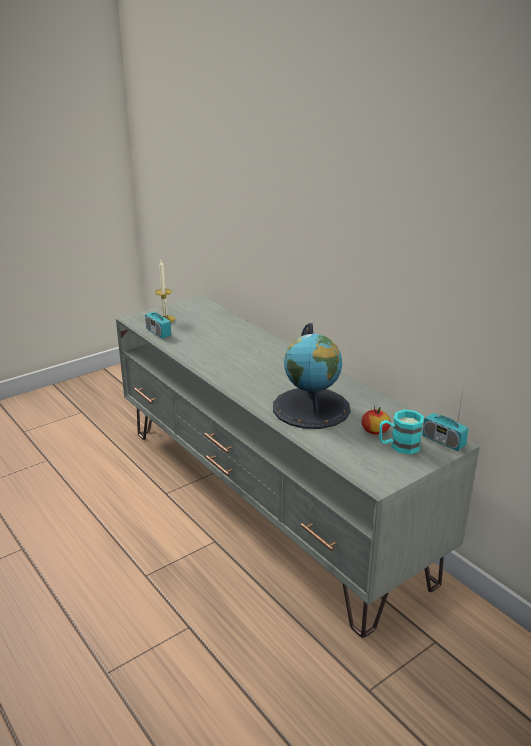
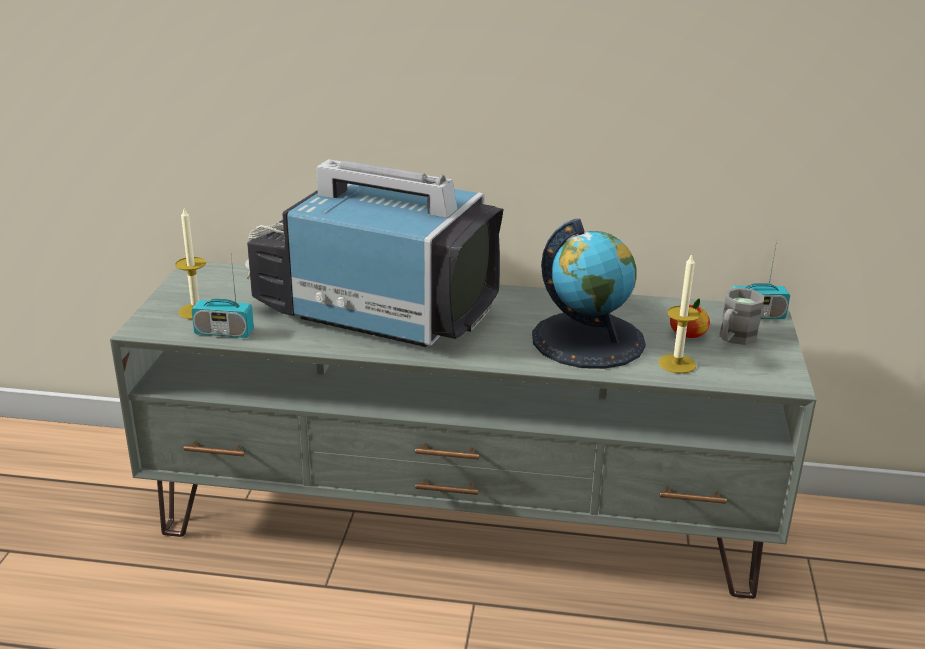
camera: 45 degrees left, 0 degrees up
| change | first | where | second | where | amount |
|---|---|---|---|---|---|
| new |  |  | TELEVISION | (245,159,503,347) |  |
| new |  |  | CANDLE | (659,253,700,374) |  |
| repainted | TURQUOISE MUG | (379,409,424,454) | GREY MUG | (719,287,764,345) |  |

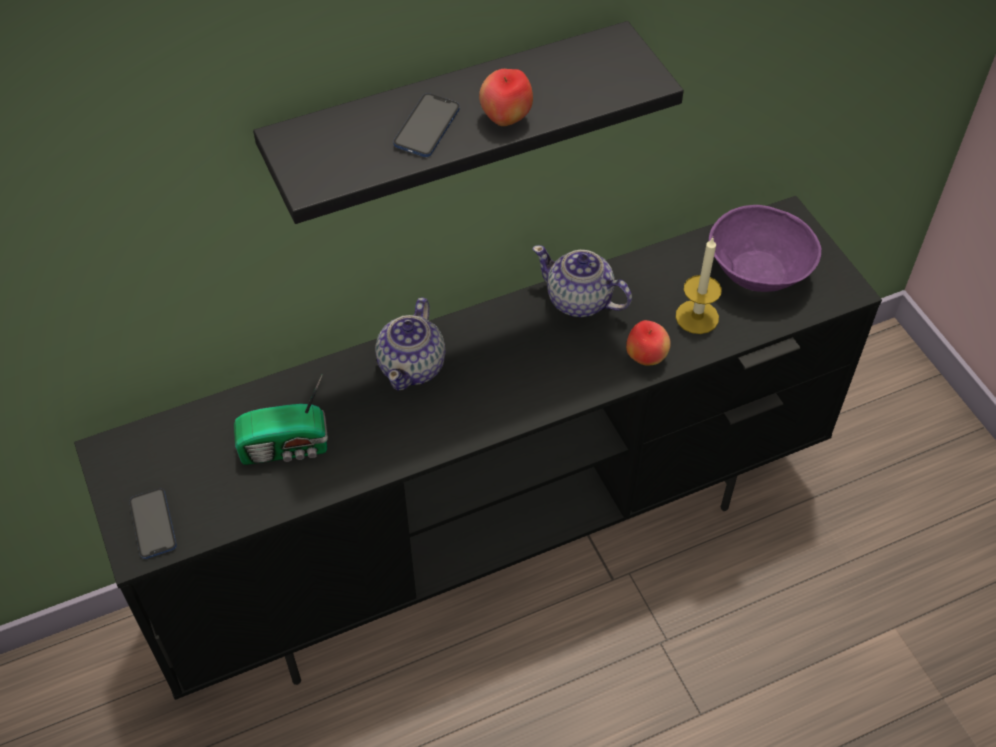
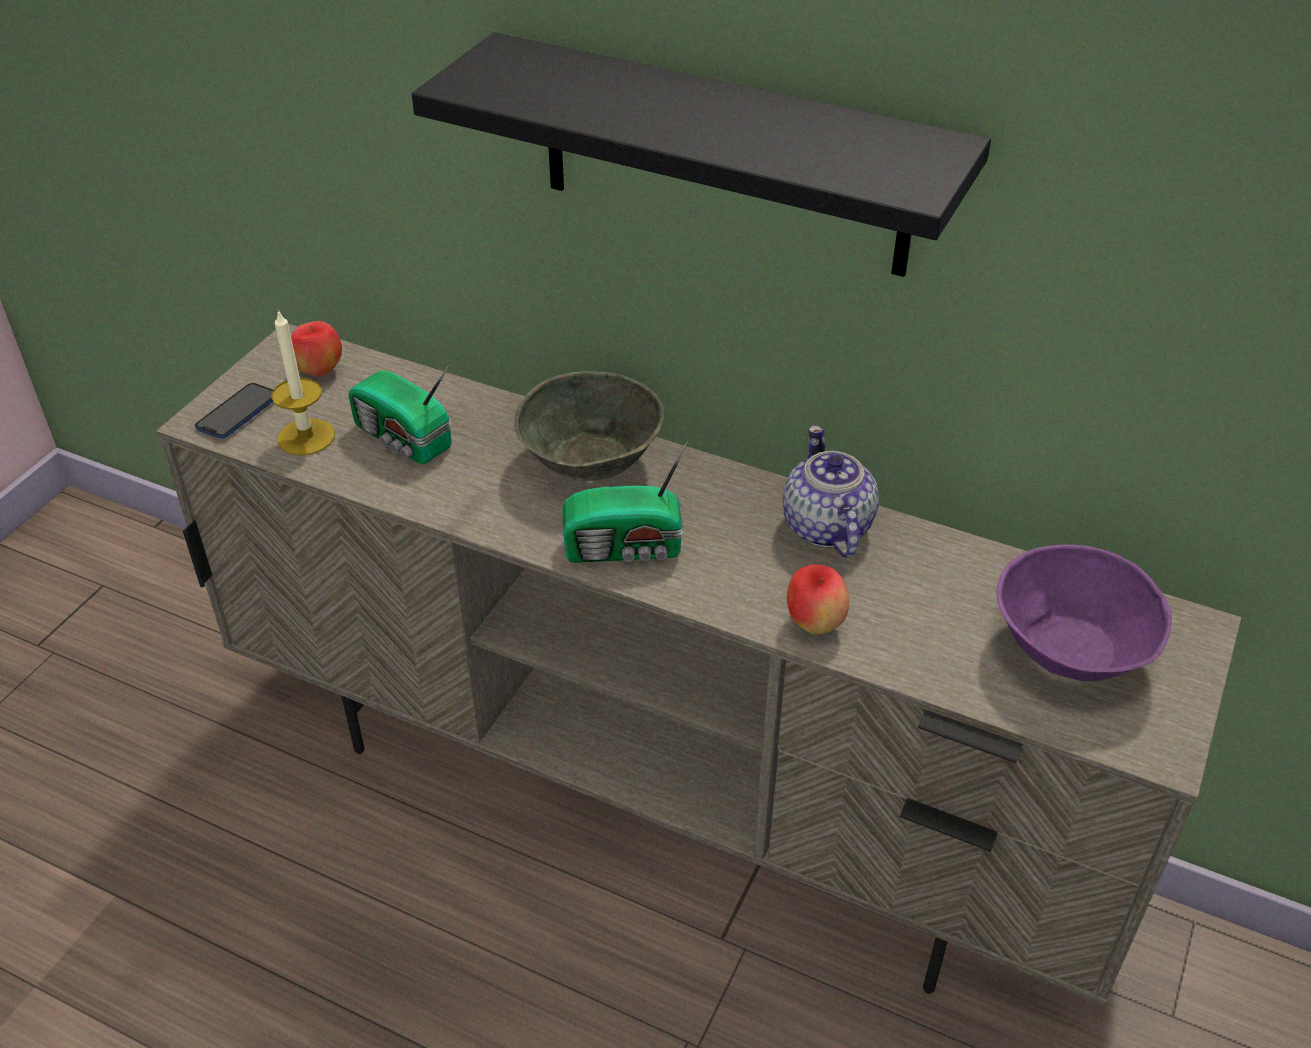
camera: 50 degrees right, 10 degrees down
| change | first | where | second | where | amount |
|---|---|---|---|---|---|
| repainted | BLACK TV STAND | (74,196,882,700) | BEIGE TV STAND | (156,324,1241,1006) |  |
| shifted | CANDLE | (676,237,722,334) |  | (272,309,335,456) |  |
| shifted | APPLE | (479,69,533,126) |  | (291,321,342,376) |  |
| swapped | TEAPOT | (375,297,446,391) | GREY BOWL | (514,371,664,481) |  |
| new |  |  | RADIO | (562,441,688,563) |  |
| gone | PHONE | (393,93,460,157) |  |  |  |

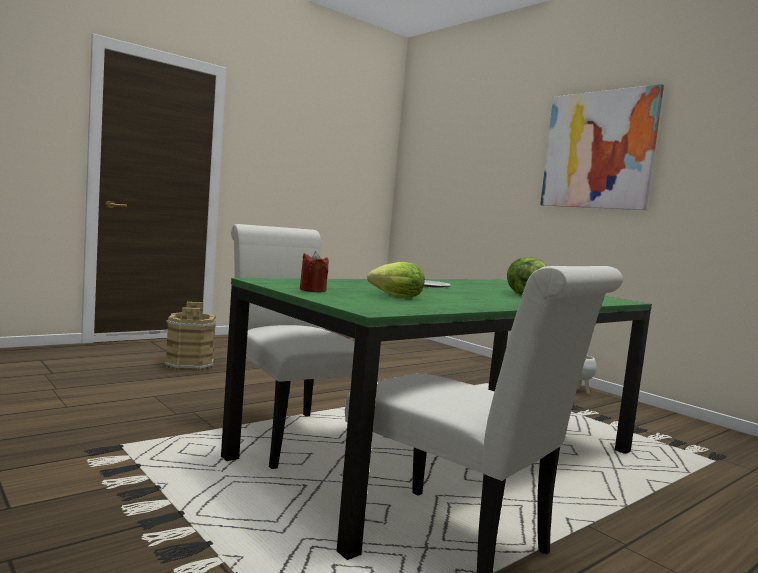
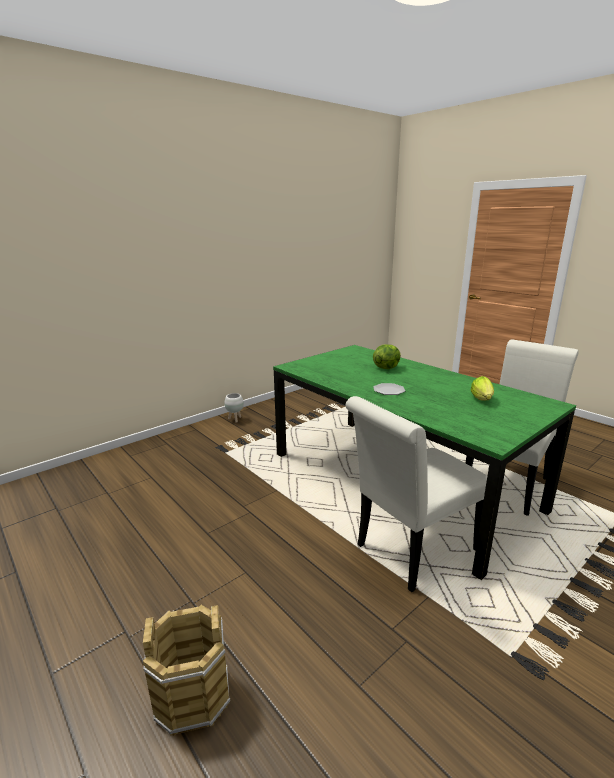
camera: 90 degrees left, 15 degrees up
| change | first | where | second | where | amount |
|---|---|---|---|---|---|
| gone | RED CANDLE | (300,251,329,292) |  |  |  |
| gone | PICTURE | (540,84,664,210) |  |  |  |

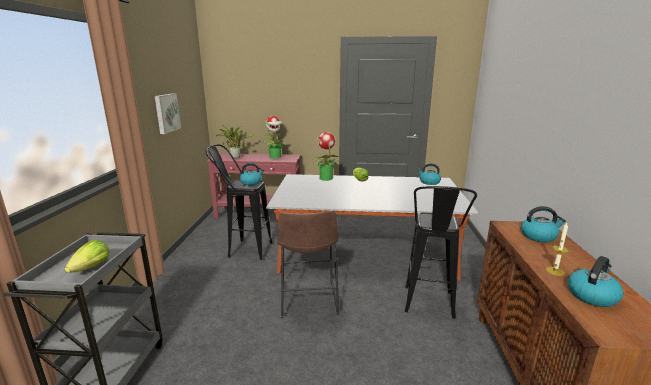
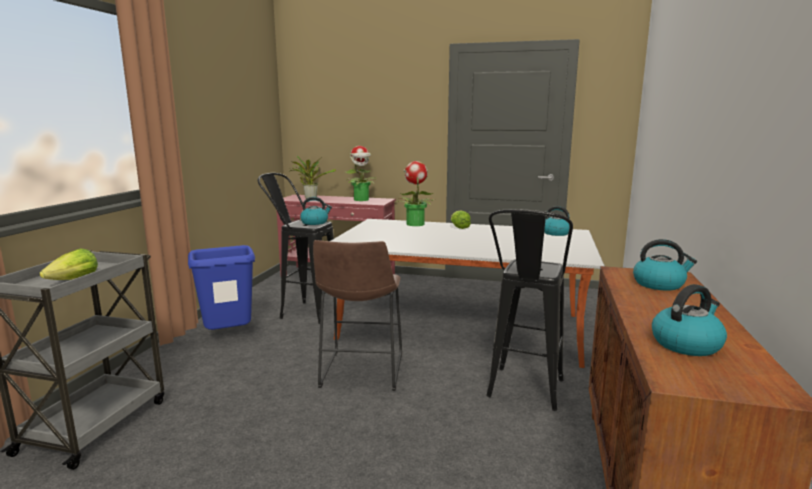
camera: 10 degrees right, 5 degrees down
| change | first | where | second | where | amount |
|---|---|---|---|---|---|
| new |  |  | BLUE TRASH CAN | (188,245,255,330) |  |
| gone | PICTURE | (155,93,181,134) |  |  |  |
| gone | CANDLE | (546,223,569,276) |  |  |  |

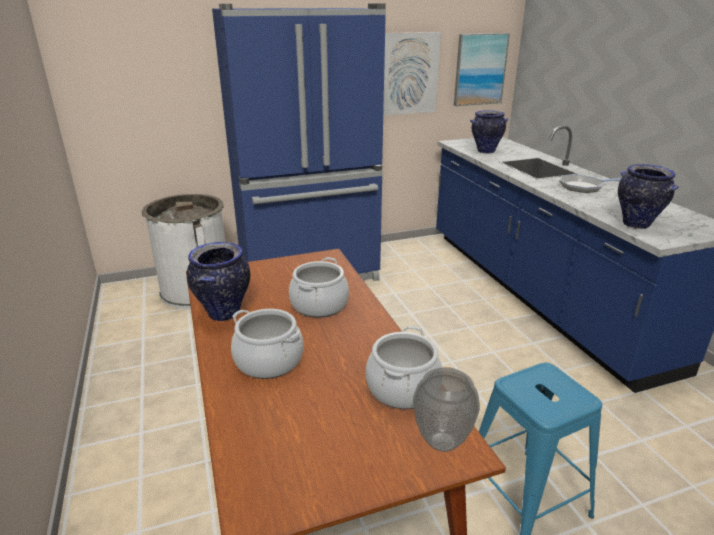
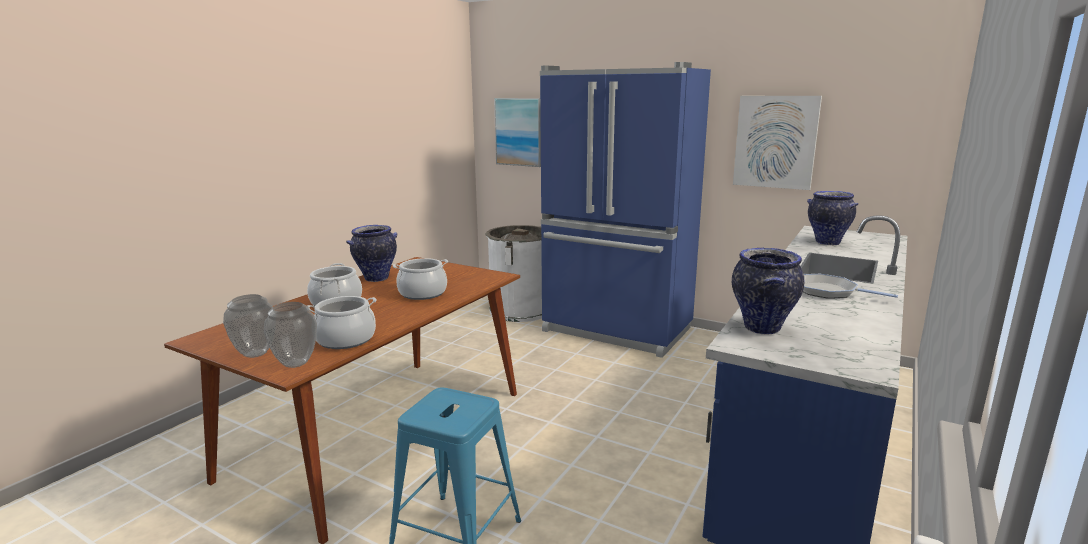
camera: 50 degrees right, 10 degrees down
| change | first | where | second | where | amount |
|---|---|---|---|---|---|
| new |  |  | VASE | (223,294,273,358) |  |
| shifted | PICTURE | (454,33,510,106) |  | (494,98,541,167) |  |

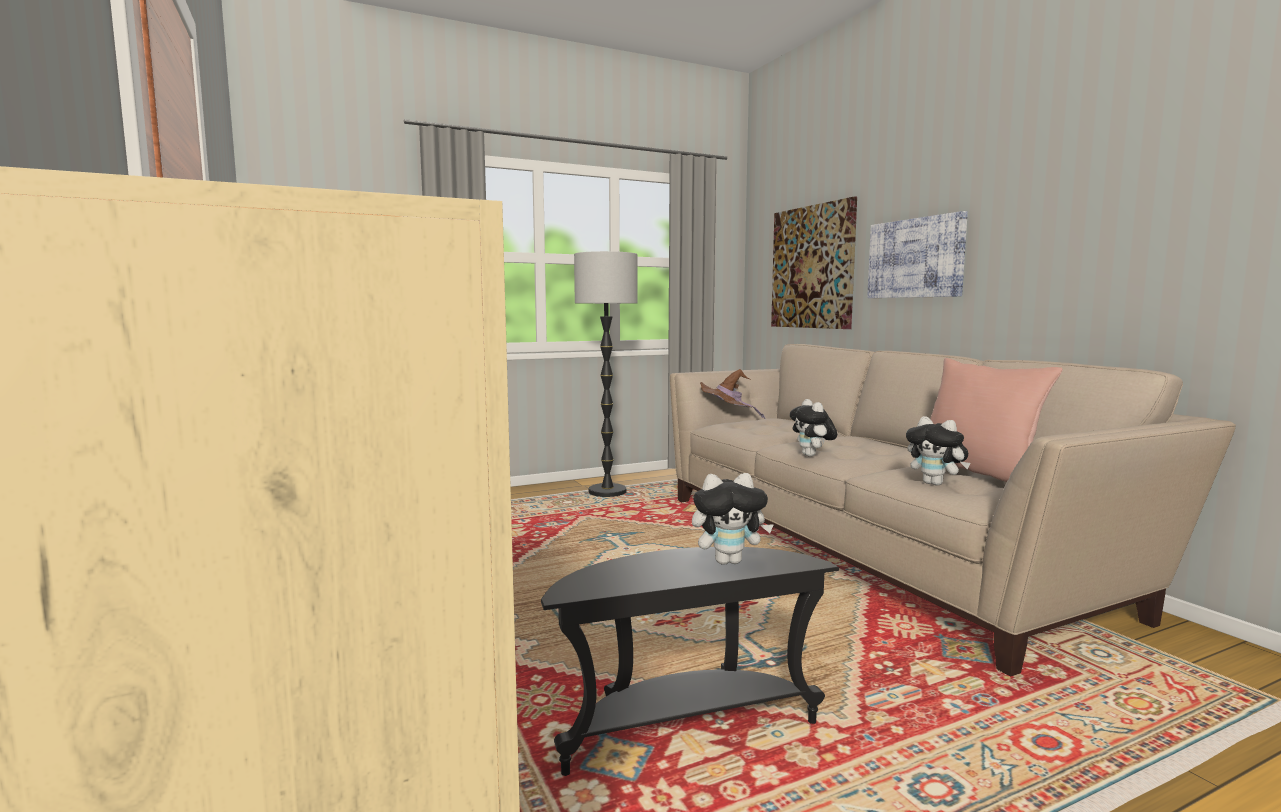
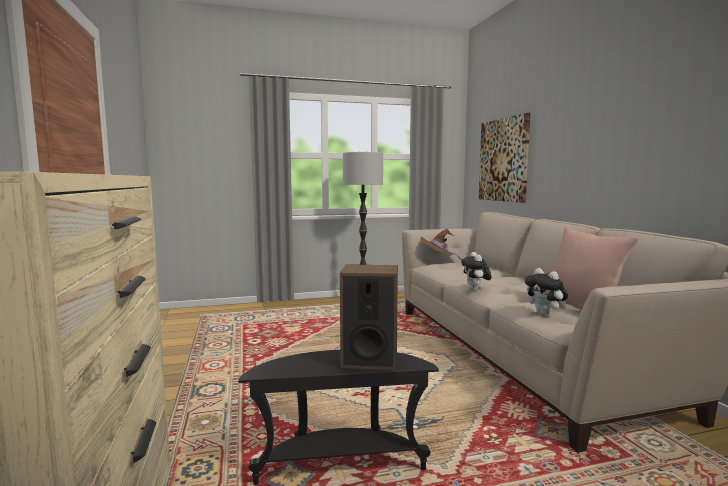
camera: 10 degrees right, 0 degrees up
| change | first | where | second | where | amount |
|---|---|---|---|---|---|
| swapped | PLUSH TOY | (692,473,774,565) | SPEAKER | (340,264,398,370) |  |
| gone | PICTURE | (867,211,968,298) |  |  |  |

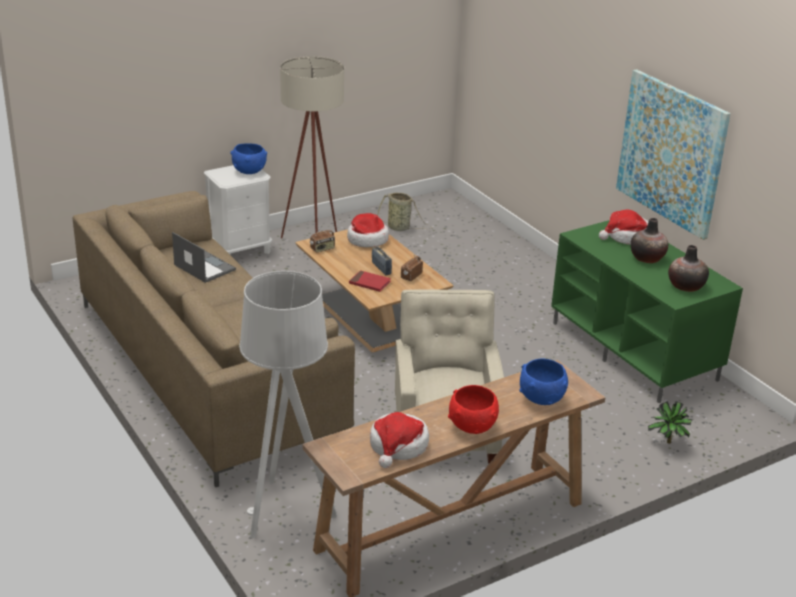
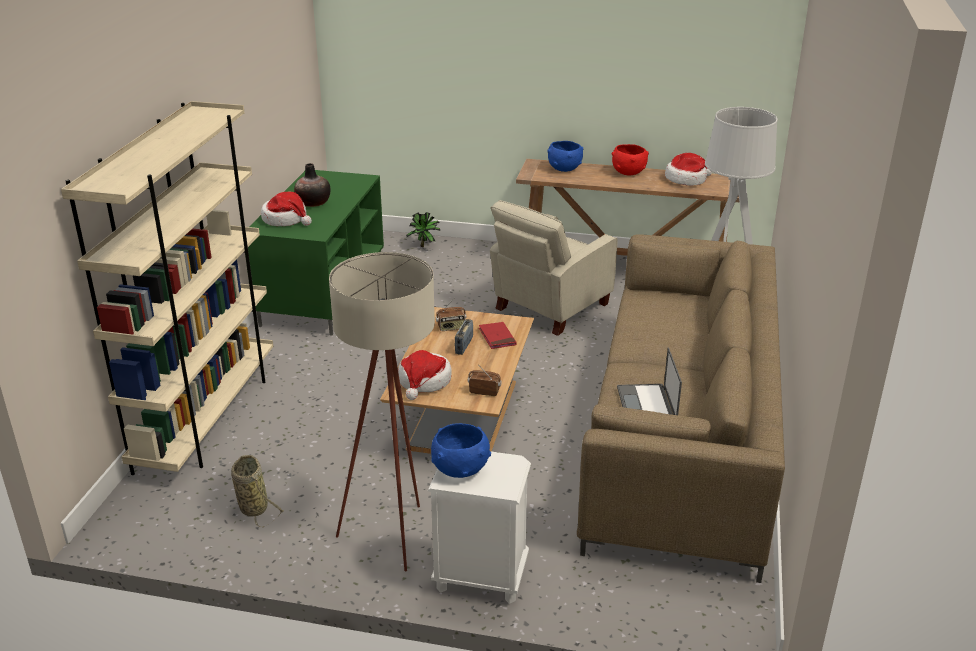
camera: 135 degrees left, 0 degrees up
| change | first | where | second | where | amount |
|---|---|---|---|---|---|
| new |  |  | BEIGE BOOKCASE | (61,101,274,475) |  |
| gone | PICTURE | (616,69,731,240) |  |  |  |
| gone | VASE | (668,245,709,292) |  |  |  |

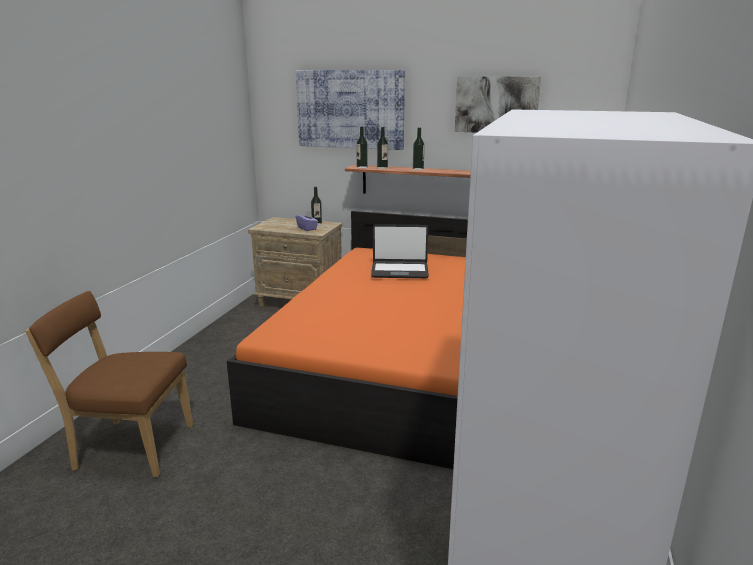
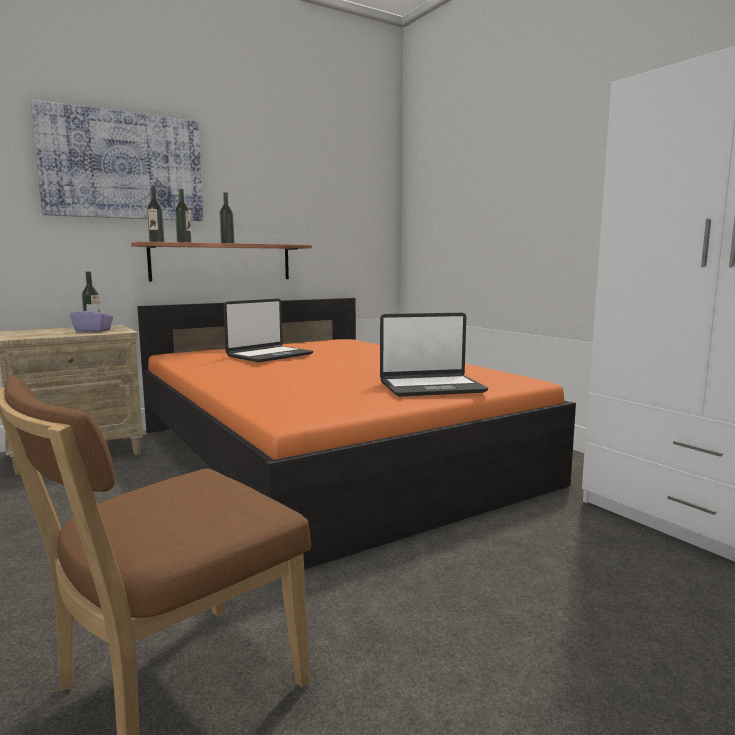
camera: 50 degrees left, 10 degrees down
| change | first | where | second | where | amount |
|---|---|---|---|---|---|
| new |  |  | LAPTOP | (380,313,488,397) |  |
| gone | PICTURE | (455,76,541,133) |  |  |  |

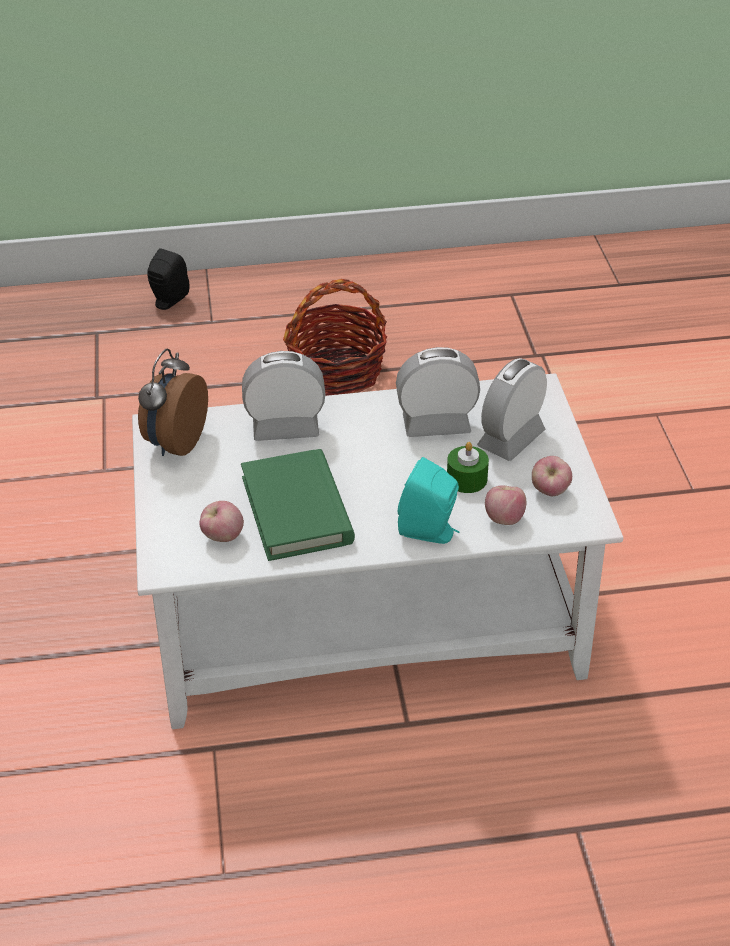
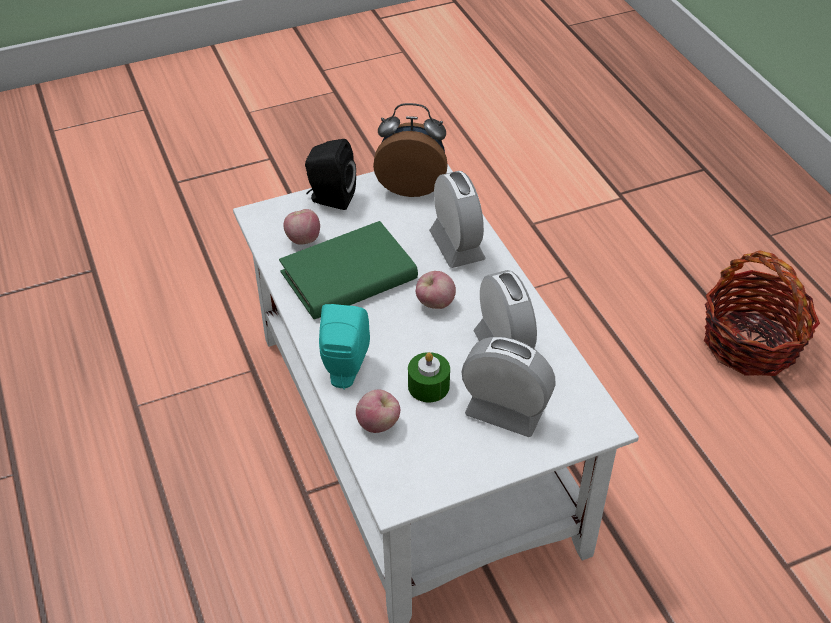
camera: 75 degrees right, 5 degrees up
| change | first | where | second | where | amount |
|---|---|---|---|---|---|
| shifted | BLACK SPEAKER | (147,248,189,310) |  | (305,139,356,210) |  |
| shifted | APPLE | (532,456,572,496) |  | (416,271,456,309) |  |

